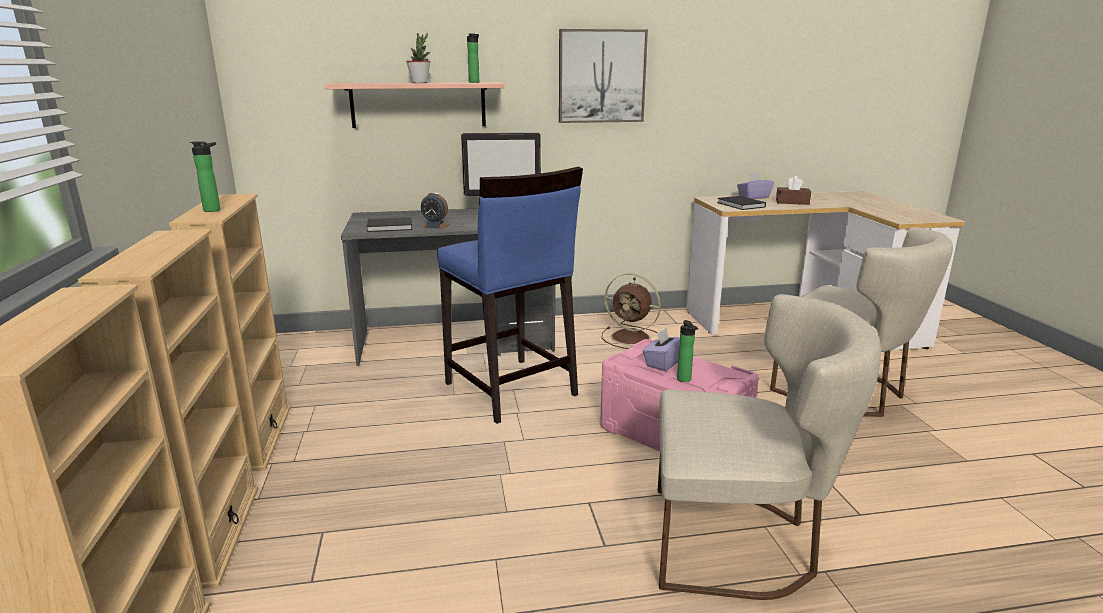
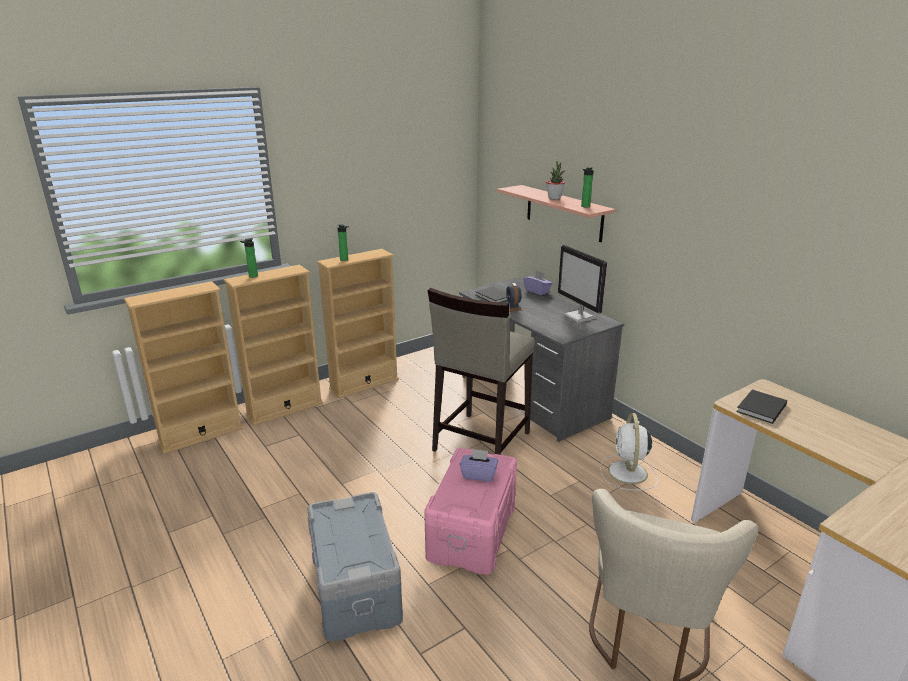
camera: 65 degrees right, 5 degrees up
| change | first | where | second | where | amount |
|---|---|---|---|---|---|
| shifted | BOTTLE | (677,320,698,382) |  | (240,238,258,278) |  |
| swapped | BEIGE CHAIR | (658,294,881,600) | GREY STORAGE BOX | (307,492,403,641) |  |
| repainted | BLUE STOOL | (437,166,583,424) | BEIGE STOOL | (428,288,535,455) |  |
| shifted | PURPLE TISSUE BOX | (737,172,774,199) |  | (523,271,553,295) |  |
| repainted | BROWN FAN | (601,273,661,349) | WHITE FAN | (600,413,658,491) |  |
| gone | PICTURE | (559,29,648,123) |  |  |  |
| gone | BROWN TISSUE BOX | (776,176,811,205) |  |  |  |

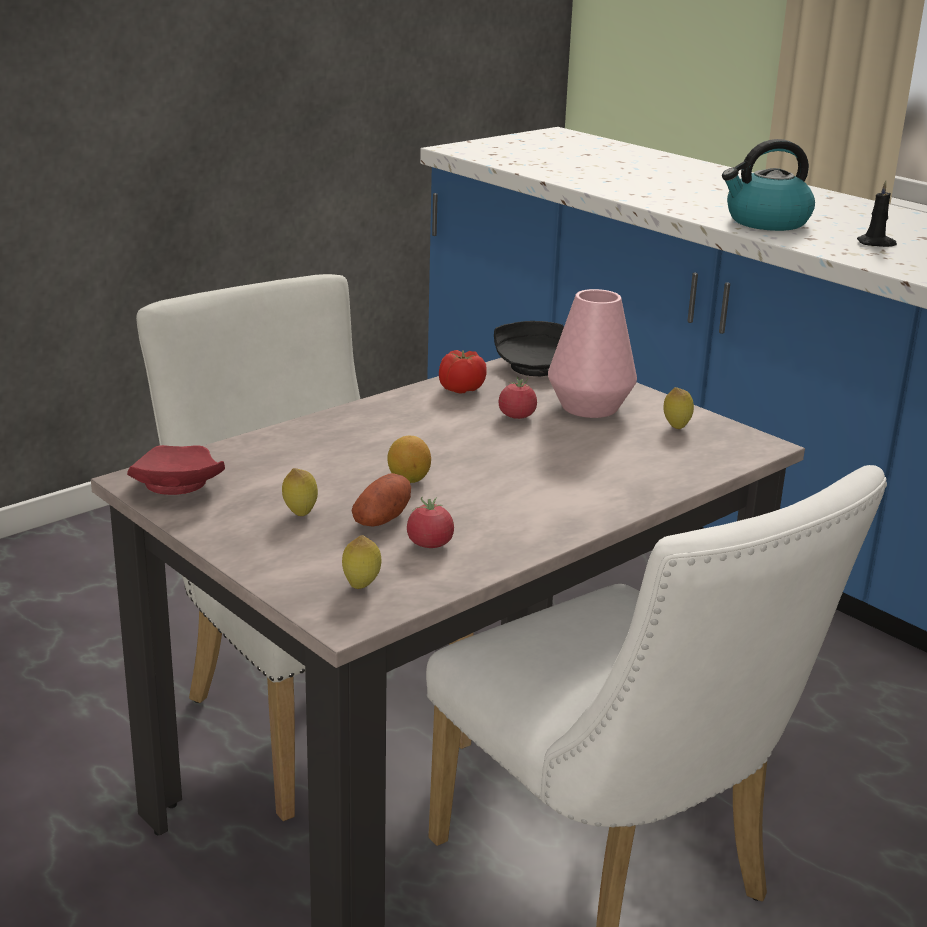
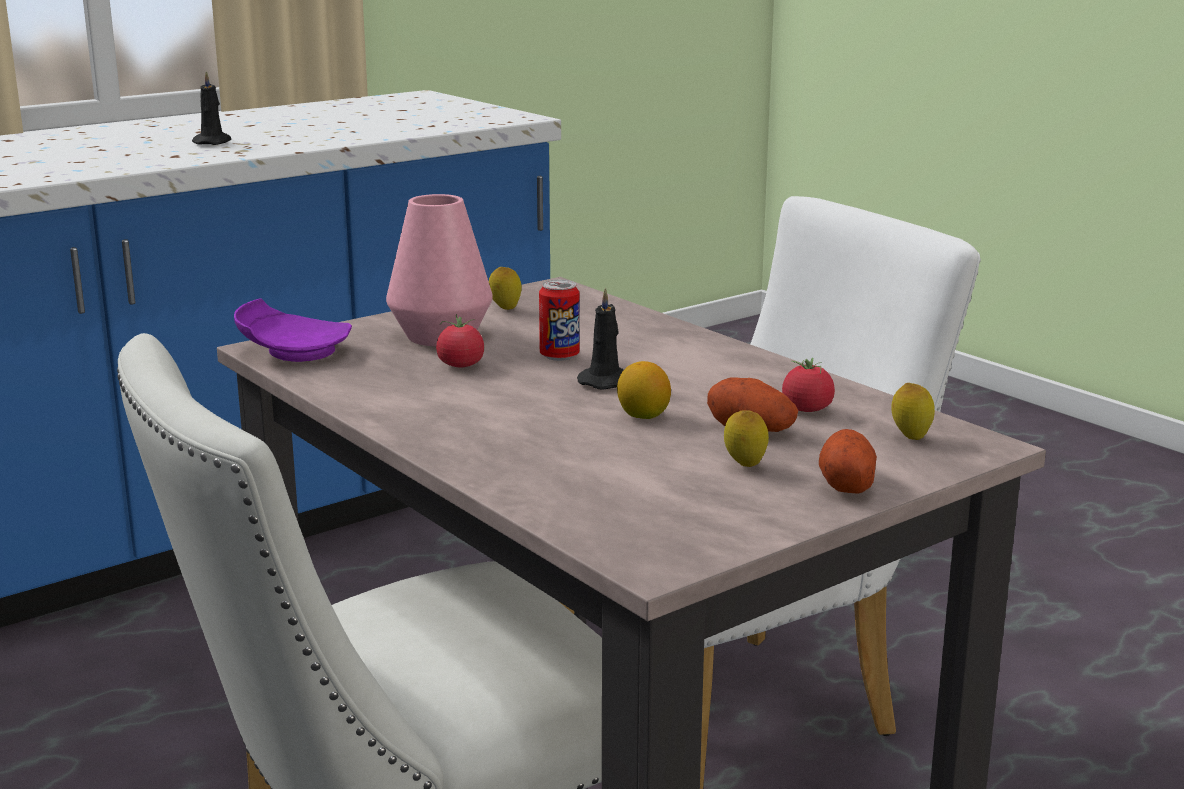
camera: 85 degrees left, 5 degrees down
| change | first | where | second | where | amount |
|---|---|---|---|---|---|
| repainted | BLACK PLATE | (494,321,564,376) | PURPLE PLATE | (234,298,352,362) |  |
| new |  |  | CAN | (539,280,580,361) |  |
| new |  |  | BLACK CANDLE | (577,287,624,390) |  |
| new |  |  | POTATO | (819,429,877,494) |  |
| gone | RED PLATE | (127,445,225,495) |  |  |  |
| gone | TOMATO | (439,350,487,394) |  |  |  |
| gone | KETTLE | (722,139,815,231) |  |  |  |

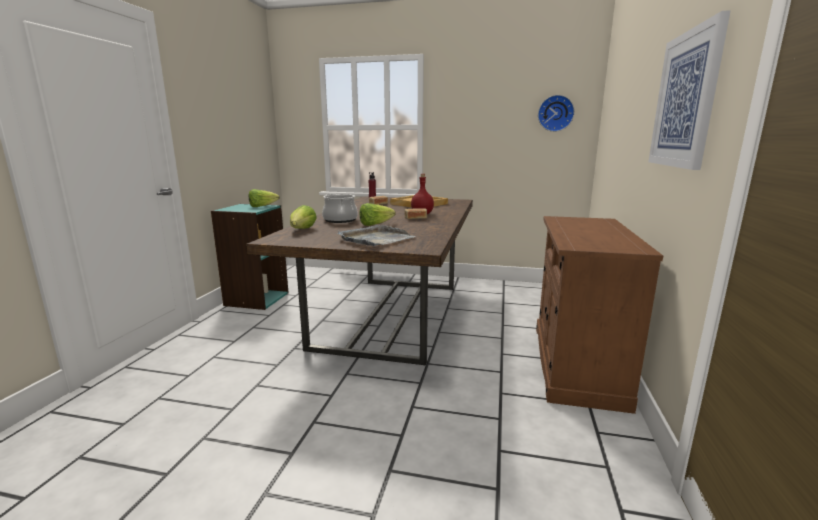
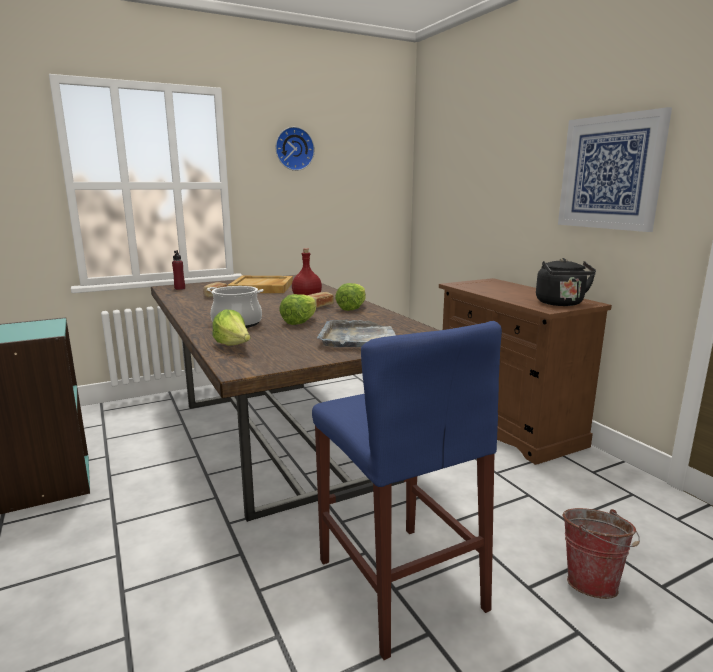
camera: 40 degrees left, 0 degrees up
| change | first | where | second | where | amount |
|---|---|---|---|---|---|
| shifted | WALL CLOCK | (538,95,575,132) |  | (275,127,315,171) |  |
| new |  |  | BLUE STOOL | (312,321,502,660) |  |
| shifted | LETTUCE | (249,189,280,207) |  | (335,283,366,311) |  |
| new |  |  | BLACK KETTLE | (536,258,596,306) |  |
| new |  |  | BUCKET | (562,508,640,599) |  |

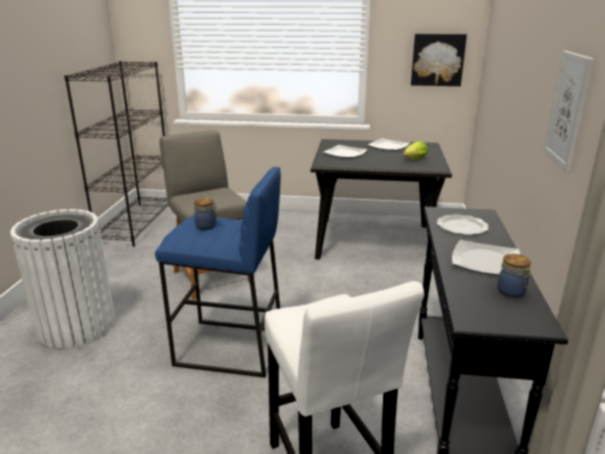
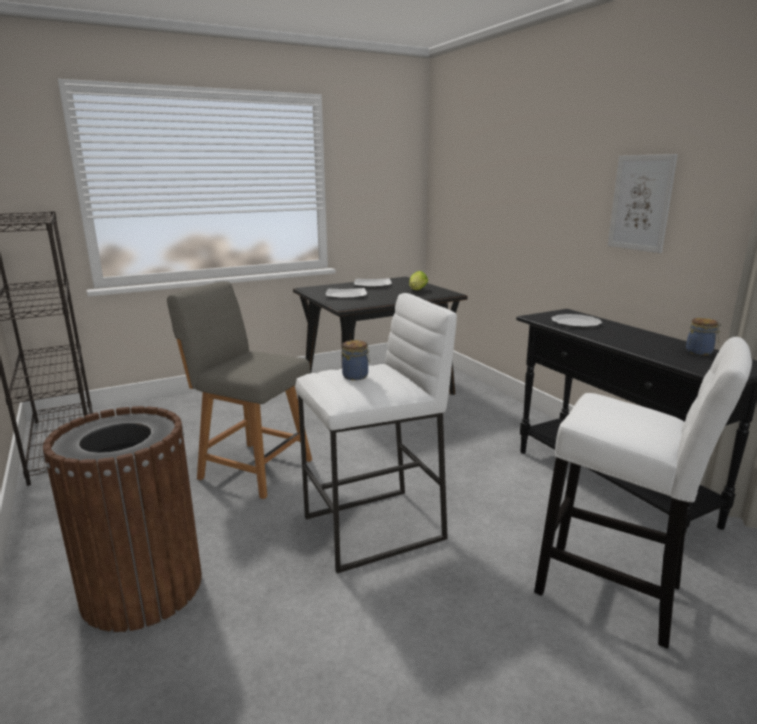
camera: 35 degrees left, 5 degrees down
| change | first | where | second | where | amount |
|---|---|---|---|---|---|
| repainted | WHITE TRASH CAN | (10,209,115,349) | BROWN TRASH CAN | (43,406,202,632) |  |
| repainted | BLUE STOOL | (155,167,281,378) | WHITE STOOL | (296,293,457,573) |  |
| gone | PICTURE | (411,34,467,86) |  |  |  |
| gone | PLATE | (452,240,520,276) |  |  |  |

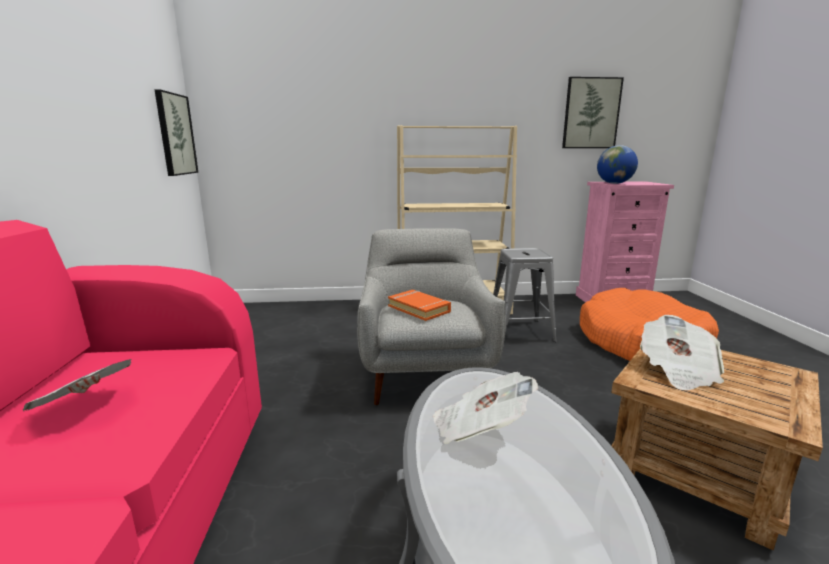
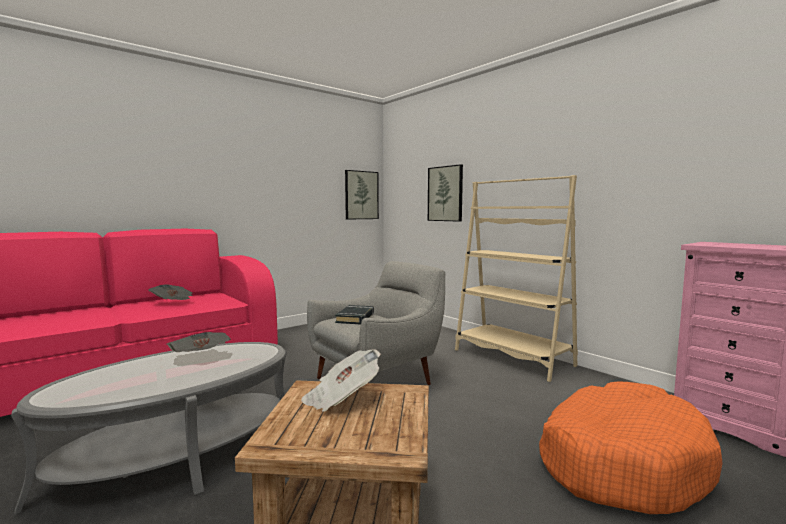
camera: 55 degrees right, 10 degrees down
| change | first | where | second | where | amount |
|---|---|---|---|---|---|
| repainted | ORANGE BOOK | (388,290,451,321) | BLACK BOOK | (335,305,374,324) |  |
| shifted | PICTURE | (562,77,624,148) |  | (428,164,463,222) |  |
| gone | GREY STOOL | (493,248,557,342) |  |  |  |
| gone | GLOBE | (597,145,638,184) |  |  |  |

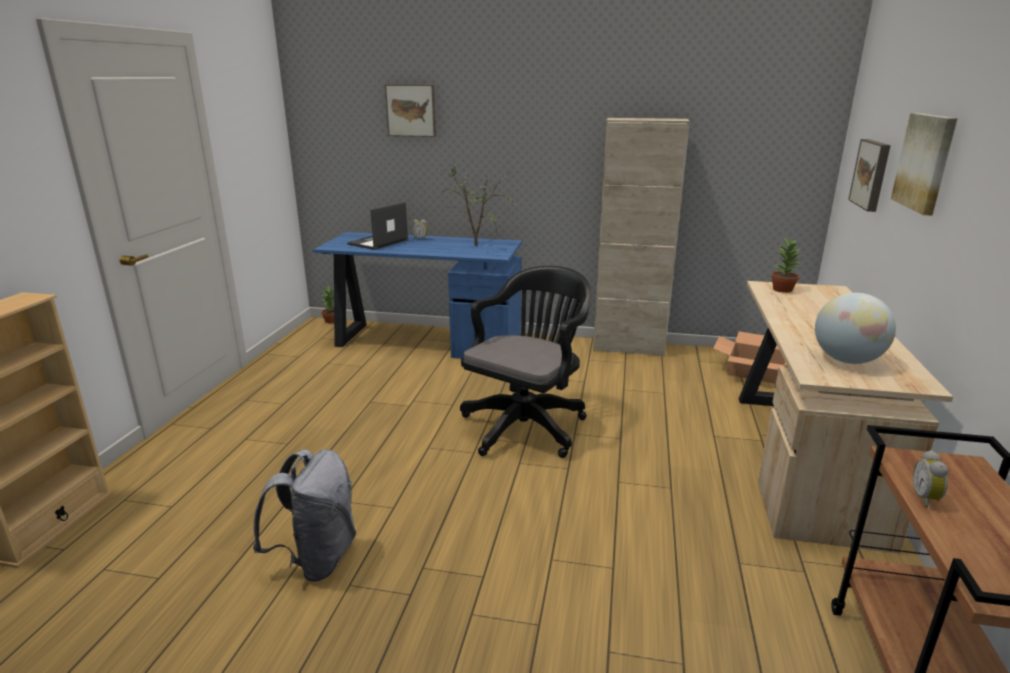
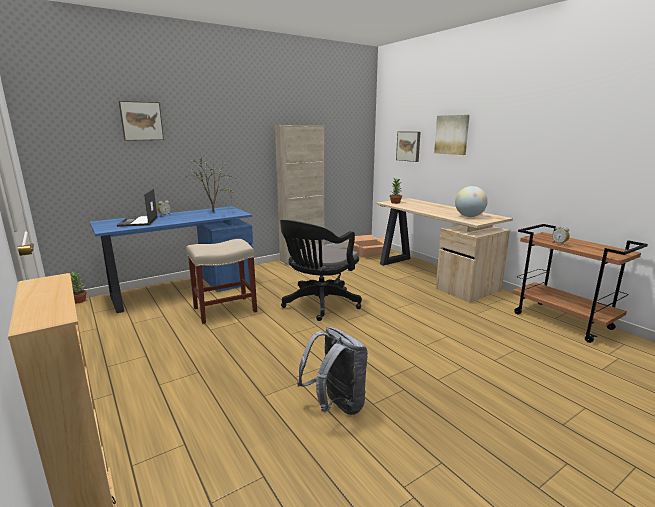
camera: 45 degrees left, 5 degrees down
| change | first | where | second | where | amount |
|---|---|---|---|---|---|
| new |  |  | BEIGE STOOL | (186,239,257,324) |  |
| rotated | BLACK OFFICE CHAIR | (460,266,591,458) |  | (280,220,362,321) | 135 degrees counterclockwise |

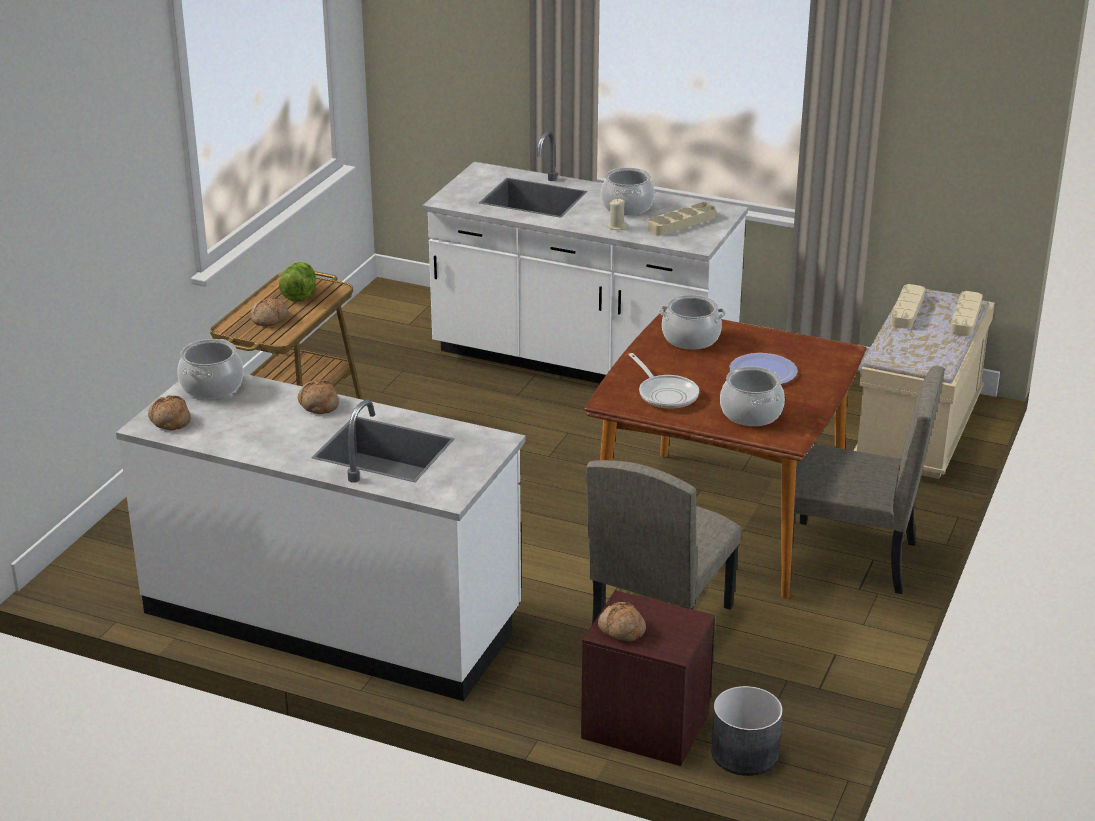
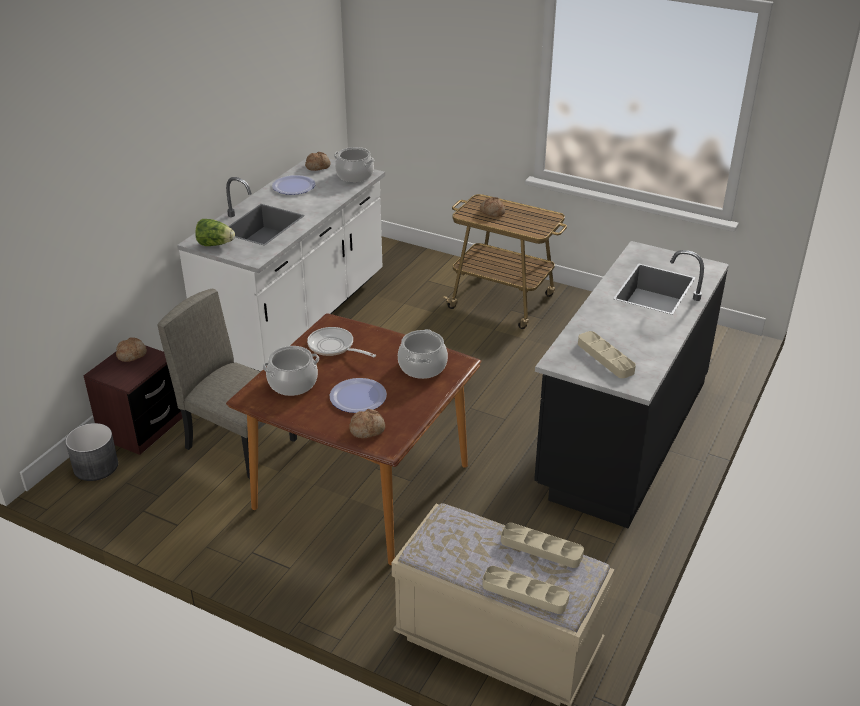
camera: 95 degrees right, 5 degrees up
| change | first | where | second | where | amount |
|---|---|---|---|---|---|
| shifted | LETTUCE | (279,262,316,302) |  | (195,219,235,246) |  |
| new |  |  | PLATE | (272,175,316,195) |  |
| rotated | FRYING PAN | (628,353,699,409) |  | (307,327,376,357) | 60 degrees clockwise |
| shifted | BREAD | (298,380,339,414) |  | (349,409,385,438) |  |
| repainted | WHITE COUNTER | (422,131,748,384) | BLACK COUNTER | (534,241,729,528) |  |
| gone | COOKING POT | (601,167,655,215) |  |  |  |
| gone | BEIGE CANDLE | (608,199,627,230) |  |  |  |
| gone | BEIGE CHAIR | (792,366,945,594) |  |  |  |

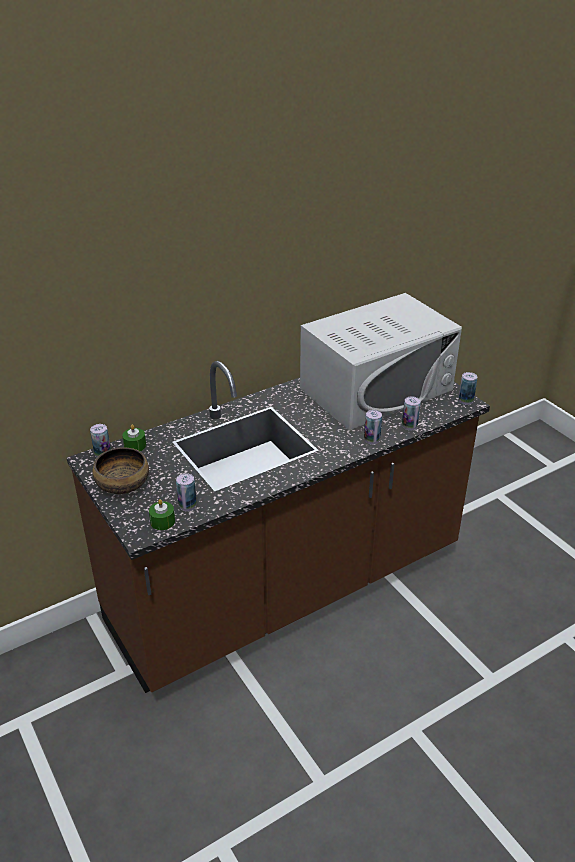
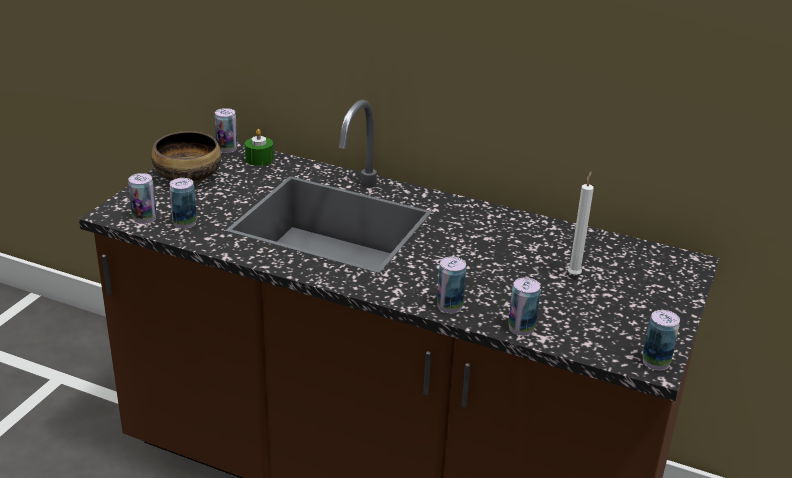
camera: 55 degrees right, 5 degrees down
| change | first | where | second | where | amount |
|---|---|---|---|---|---|
| swapped | GREEN CANDLE | (149,499,175,530) | CAN | (128,173,156,224) |  |
| swapped | WHITE MICROWAVE | (300,293,462,430) | WHITE CANDLE | (568,171,594,276) |  |

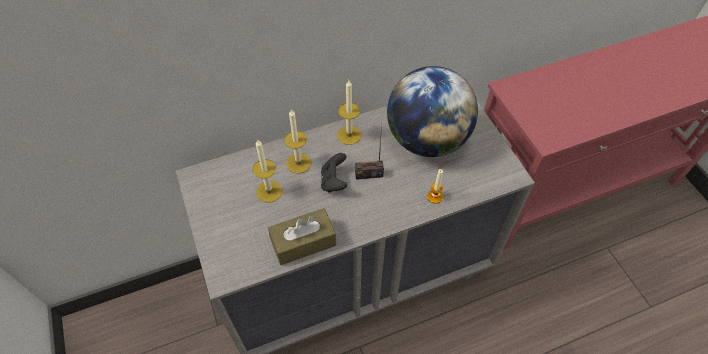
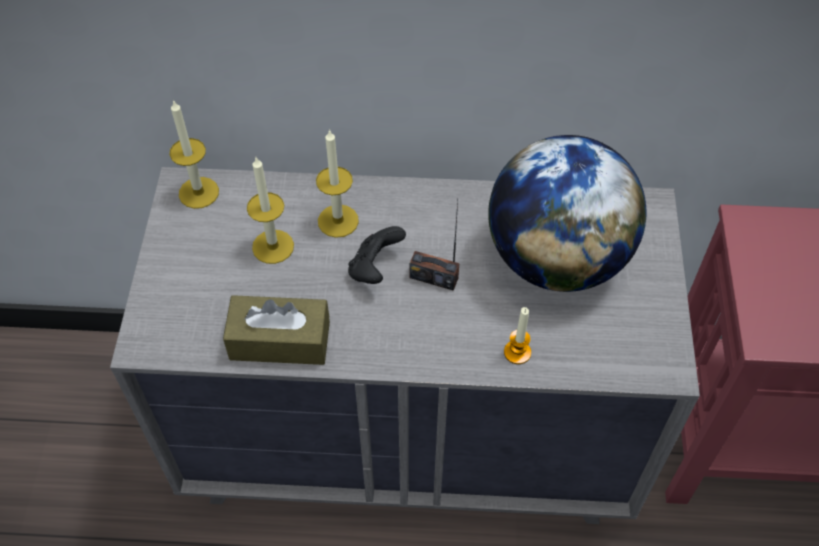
camera: 25 degrees right, 0 degrees up
| change | first | where | second | where | amount |
|---|---|---|---|---|---|
| shifted | CANDLE | (337,80,361,145) |  | (170,99,219,209) |  |

